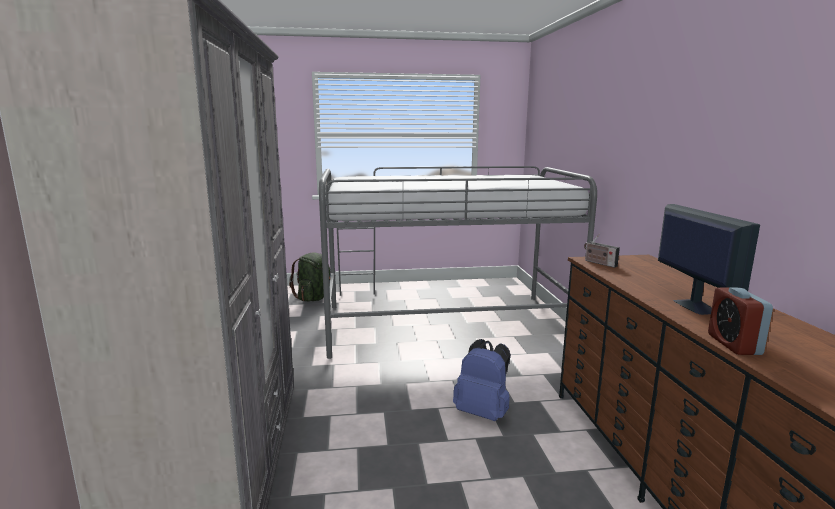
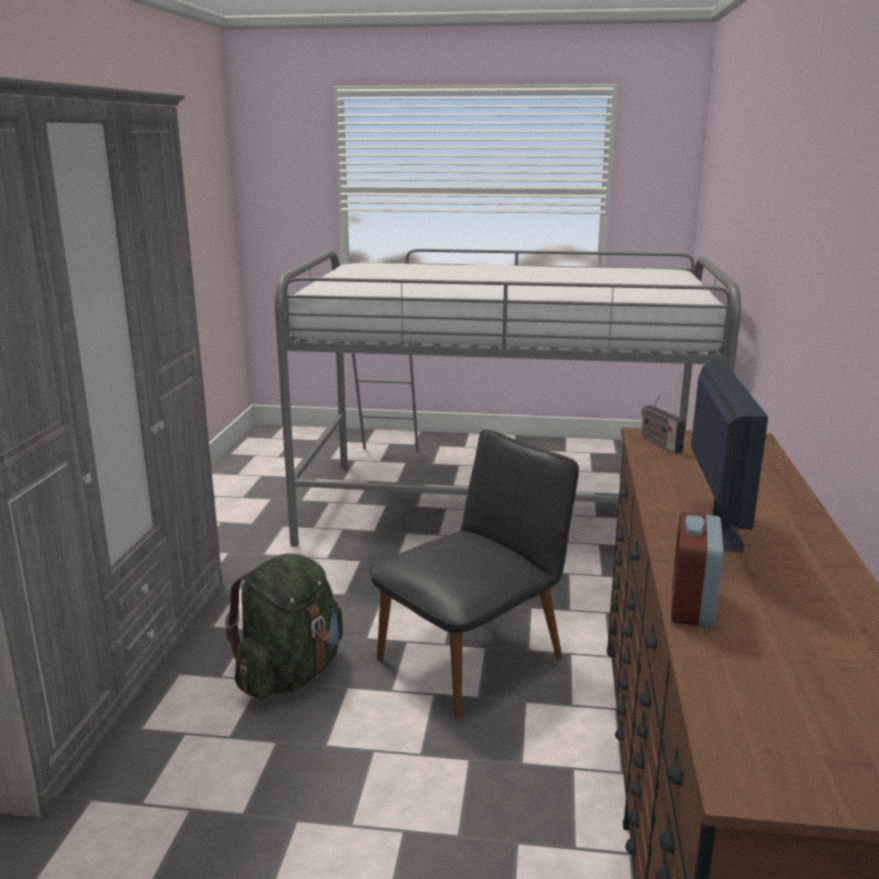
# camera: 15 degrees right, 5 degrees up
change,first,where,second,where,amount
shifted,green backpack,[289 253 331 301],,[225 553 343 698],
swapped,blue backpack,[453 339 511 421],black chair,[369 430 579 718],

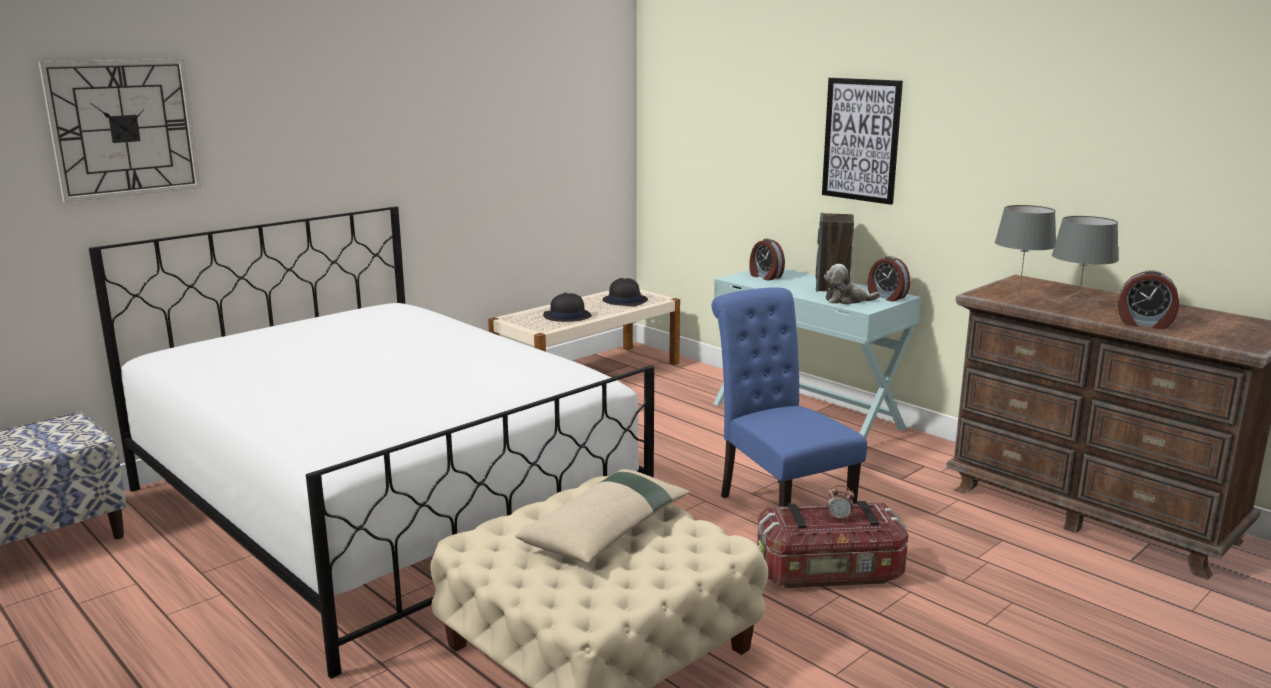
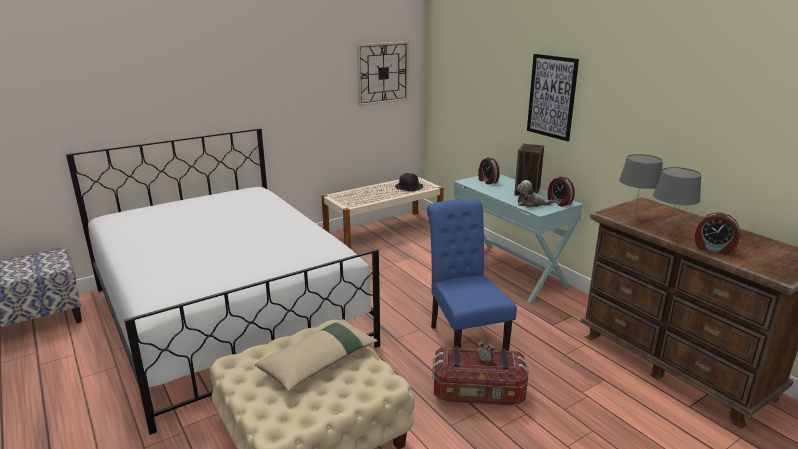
# camera: 10 degrees right, 5 degrees up
change,first,where,second,where,amount
shifted,wall clock,[38 59 201 202],,[357 41 409 106],
gone,black hat,[543 292 592 322],,,

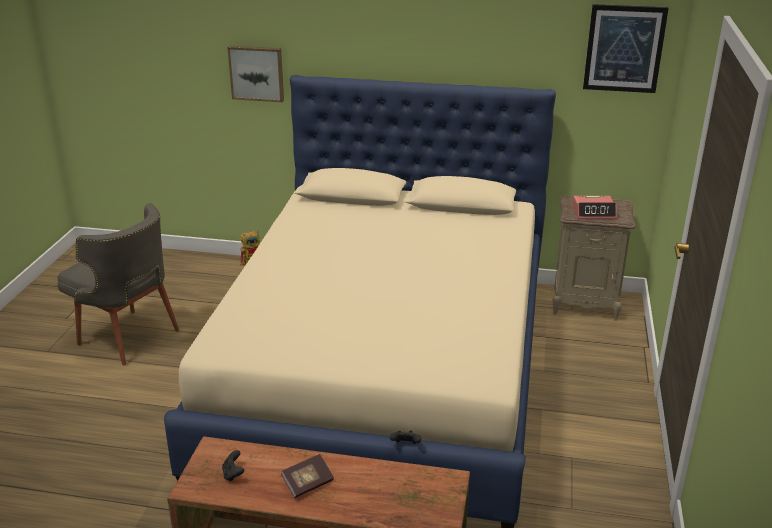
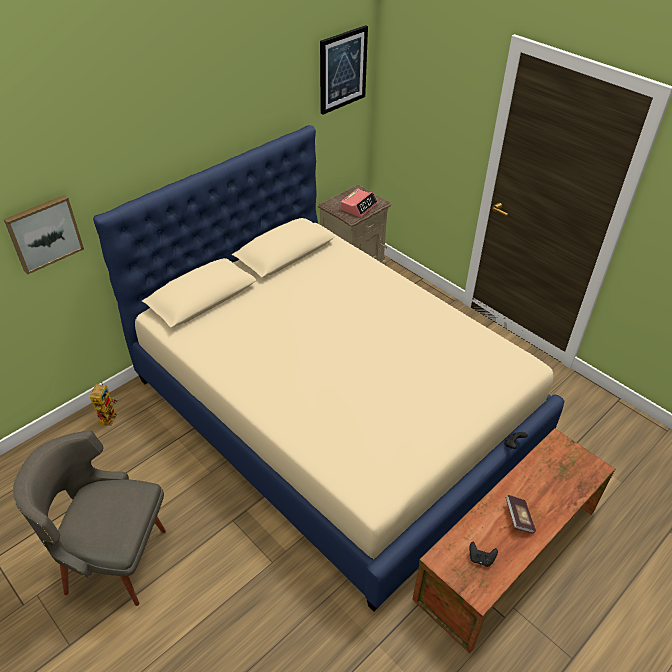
# camera: 55 degrees left, 15 degrees up
change,first,where,second,where,amount
rotated,grey chair,[57 203 179 366],,[13 430 166 606],150 degrees counterclockwise

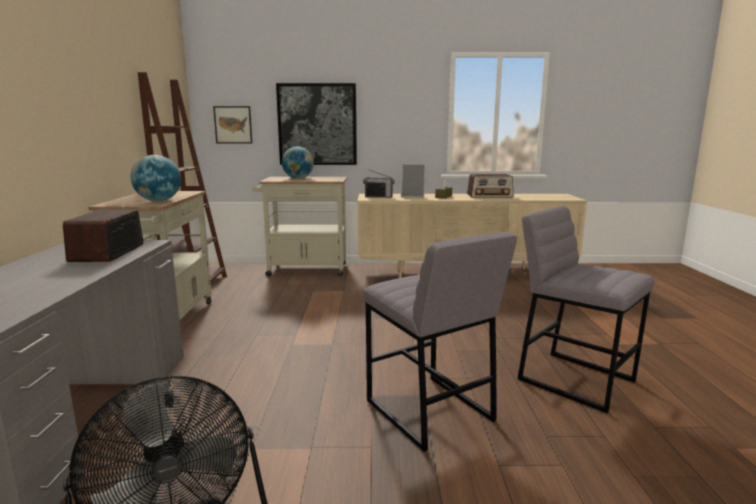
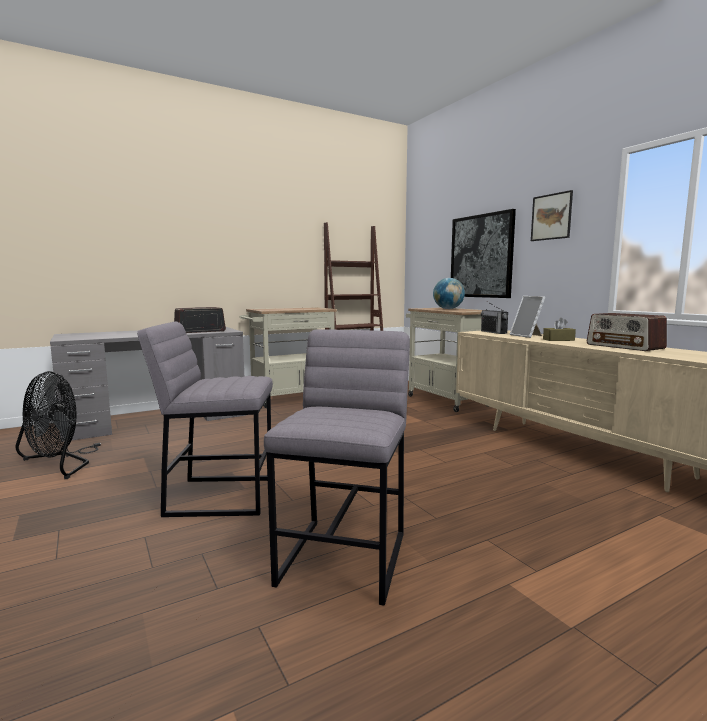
# camera: 60 degrees right, 5 degrees down
change,first,where,second,where,amount
gone,globe,[130 155 181 201],,,
shifted,picture,[213 106 252 144],,[531 190 573 241],
rotated,grey chair,[364 232 517 452],,[137 321 273 517],60 degrees clockwise

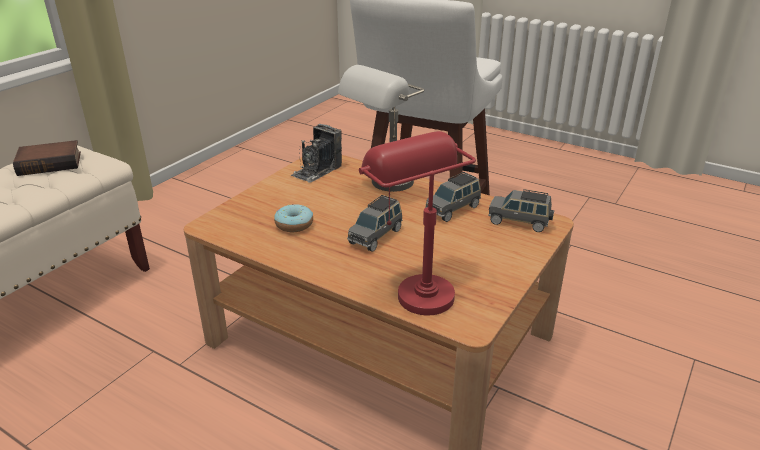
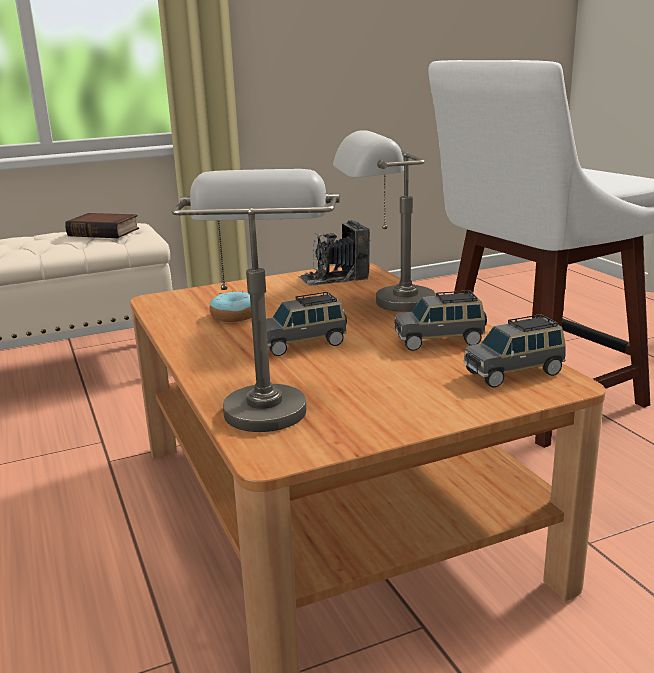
# camera: 35 degrees right, 10 degrees down
change,first,where,second,where,amount
repainted,red table lamp,[359 131 476 315],grey table lamp,[171 169 340 432],
rotated,grey toy car,[489 189 554 232],,[463 314 566 388],75 degrees counterclockwise

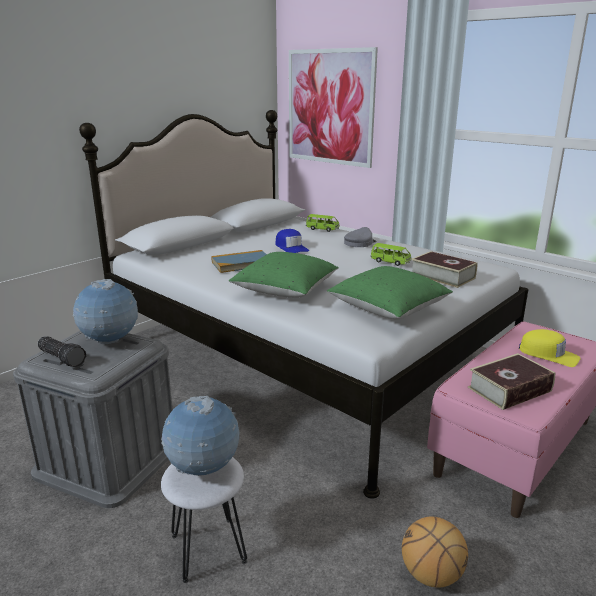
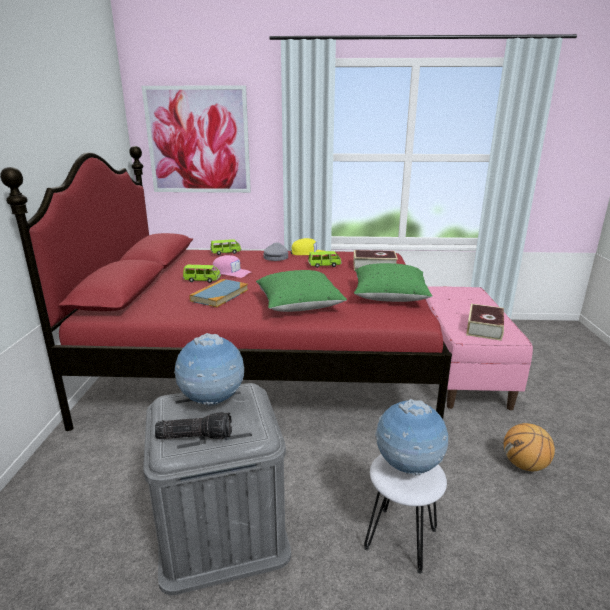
# camera: 40 degrees left, 0 degrees up
change,first,where,second,where,amount
repainted,white bed,[79 110 529 499],red bed,[0 146 452 431],
repainted,blue cap,[275 229 309 253],pink cap,[212 255 251 278],
shifted,yellow cap,[519 329 581 367],,[291 238 323 255],
new,,,green toy car,[183 265 221 283],

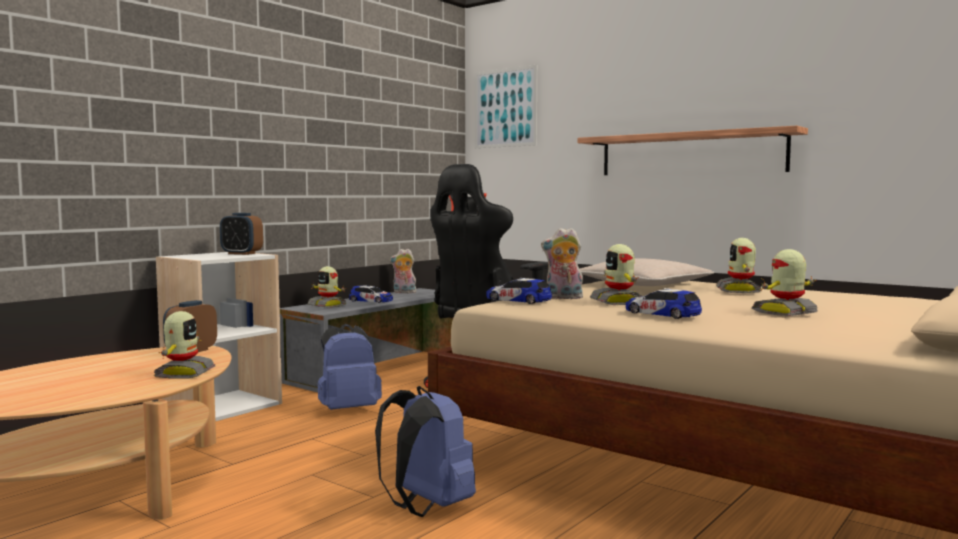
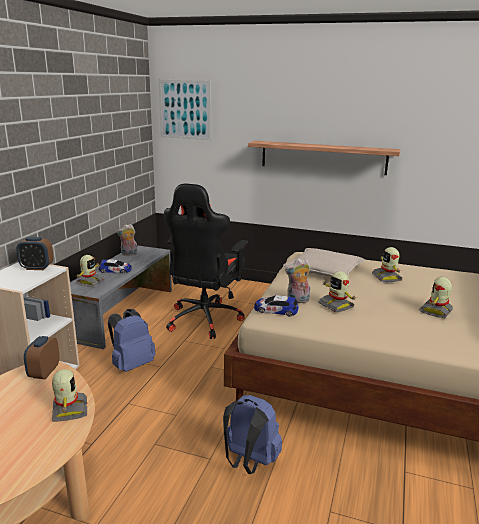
# camera: 20 degrees left, 15 degrees up
change,first,where,second,where,amount
rotated,toy robot,[307 266 346 308],,[76 255 105 287],90 degrees counterclockwise
gone,toy car,[626 288 702 319],,,

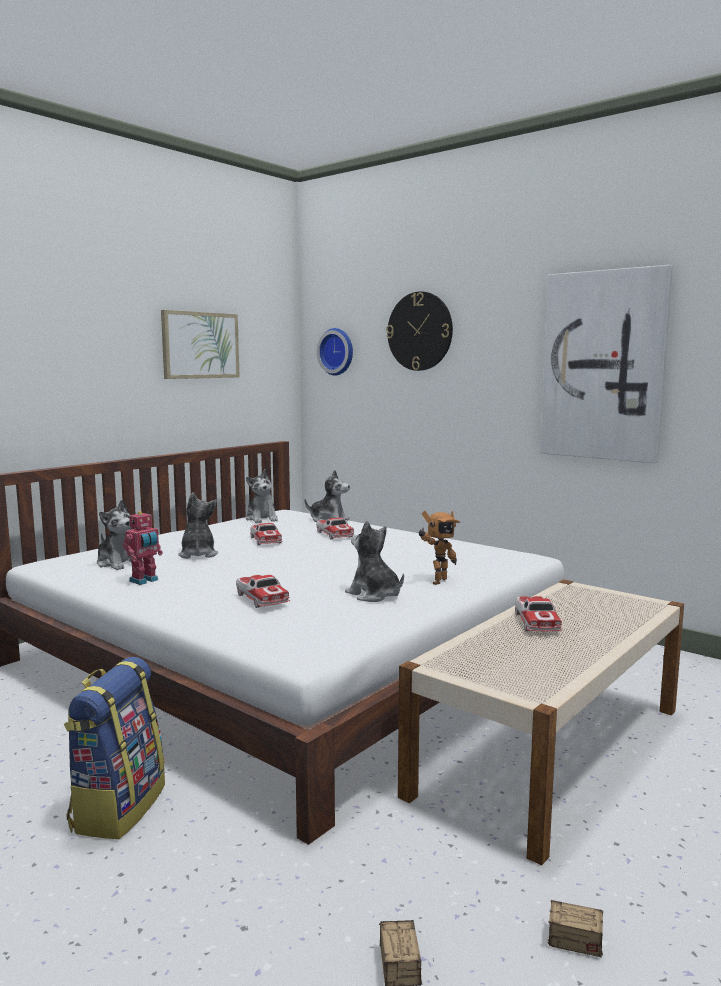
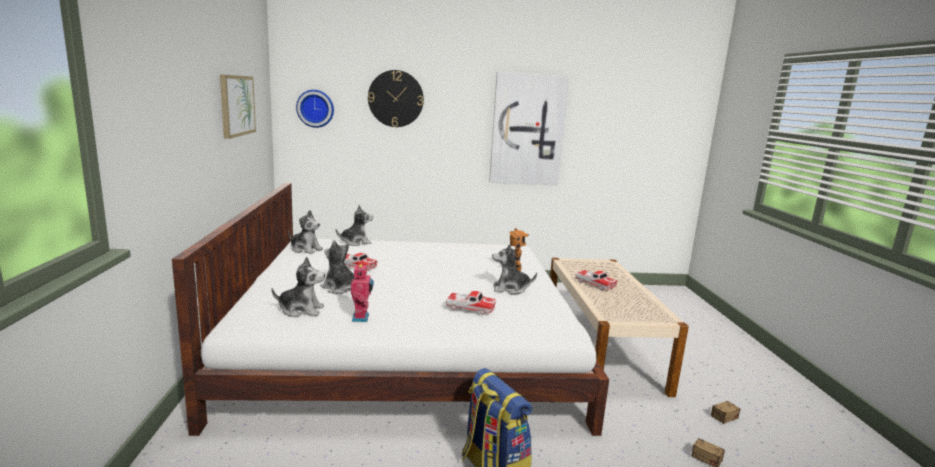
# camera: 45 degrees left, 5 degrees up
change,first,where,second,where,amount
gone,toy car,[316 518 354 540],,,

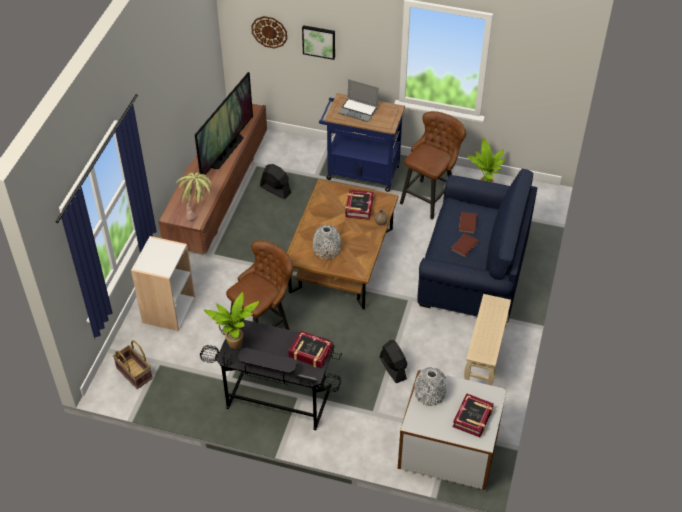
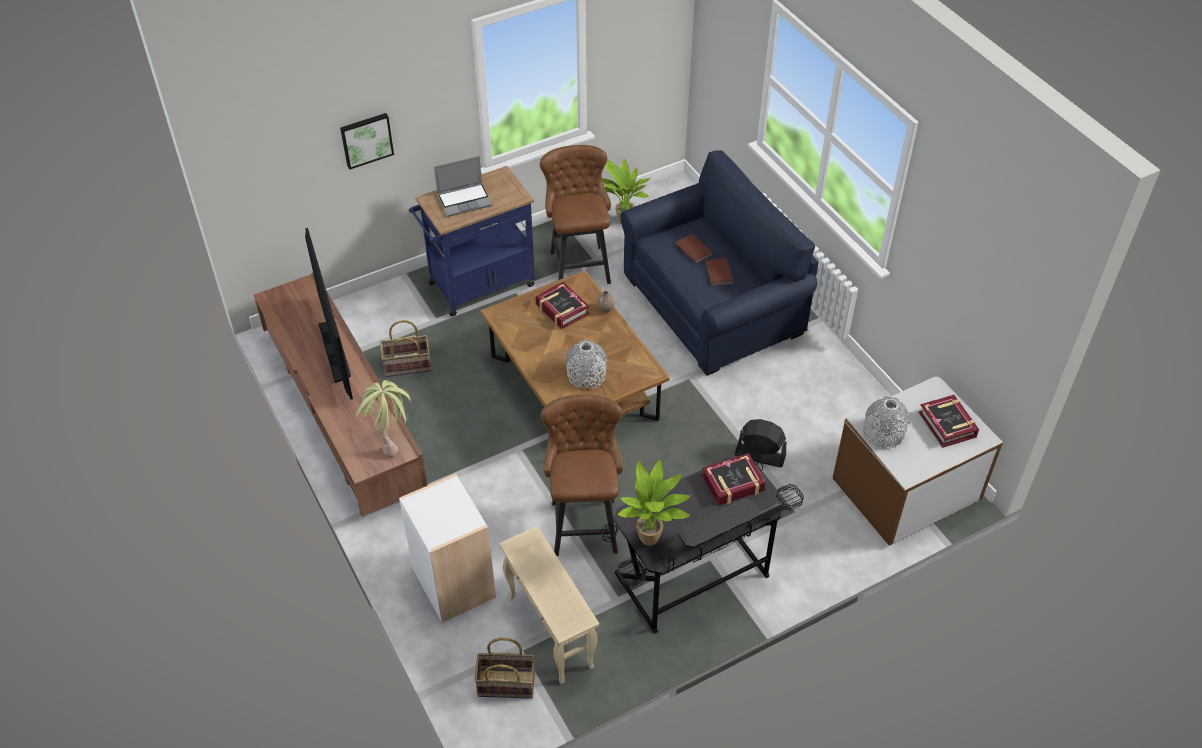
# camera: 45 degrees left, 0 degrees up
change,first,where,second,where,amount
gone,wall clock,[251 16 287 49],,,
swapped,black fan,[260 164 291 199],basket,[380 320 431 377],
shifted,beige side table,[464 294 511 385],,[499 526 599 684],

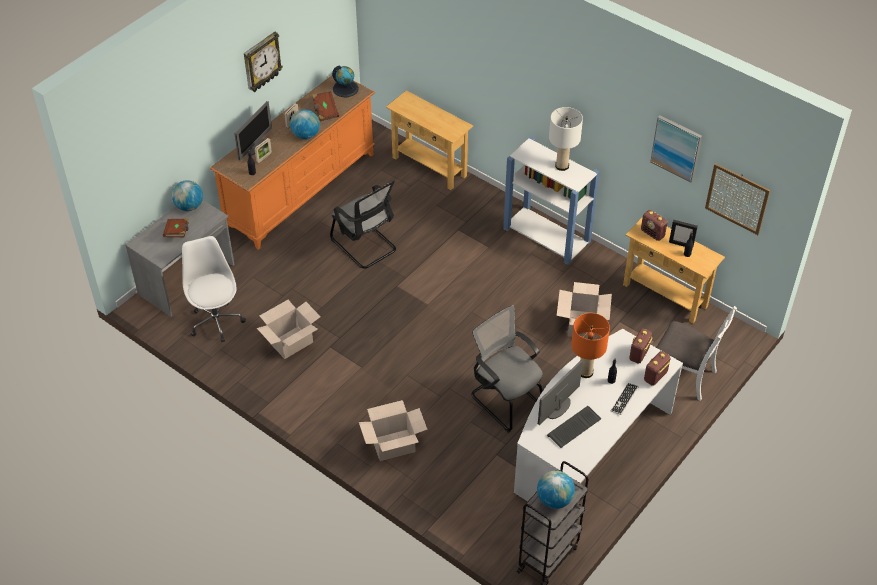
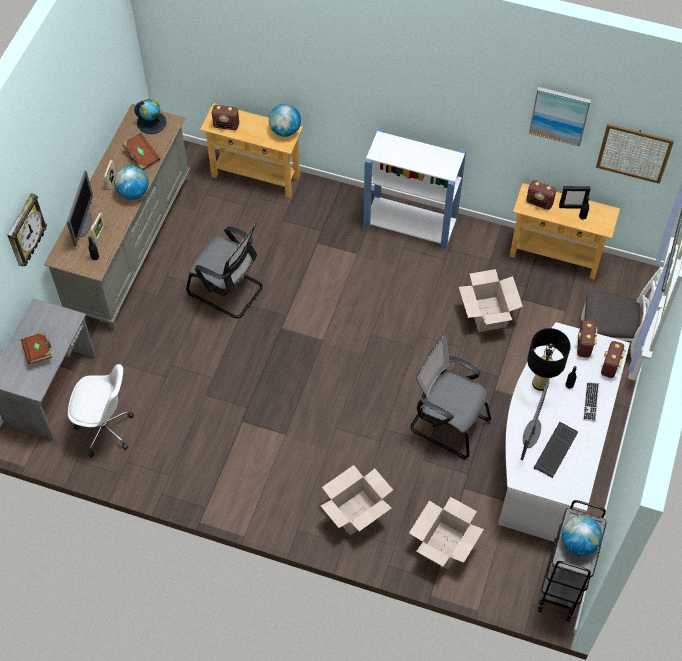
# camera: 20 degrees left, 10 degrees up
change,first,where,second,where,amount
shifted,globe,[172 180 203 211],,[269 104 301 137],
rotated,white office chair,[182 236 246 342],,[68 364 134 457],135 degrees clockwise
repainted,orange cabinet,[210 75 375 250],grey cabinet,[44 104 190 330],
shifted,wall clock,[244 32 283 92],,[7 193 47 267],
shifted,cardboard box,[257 300 321 359],,[409 497 484 569],
gone,white table lamp,[549 107 583 171],,,
repainted,orange table lamp,[571 313 610 378],black table lamp,[527 328 571 391],
new,,,radio,[212 105 239 130],

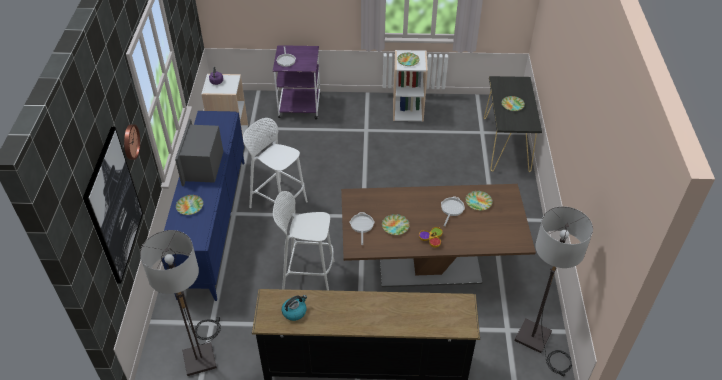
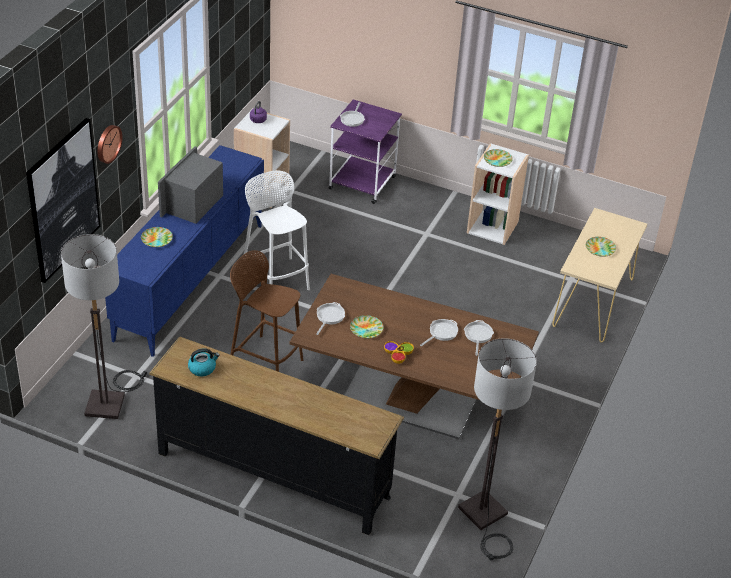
# camera: 20 degrees right, 5 degrees down
change,first,where,second,where,amount
repainted,white stool,[273 191 334 291],brown stool,[230 250 303 372],
swapped,plate,[466 191 493 211],frying pan,[464 320 494 356],
repainted,black console table,[484 76 542 172],beige console table,[552 208 647 342],

